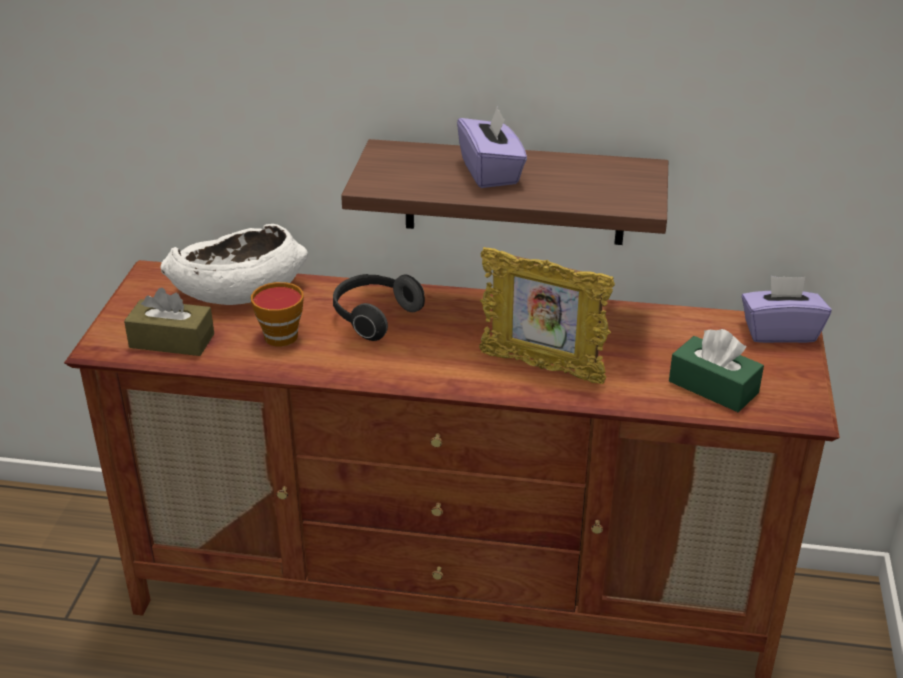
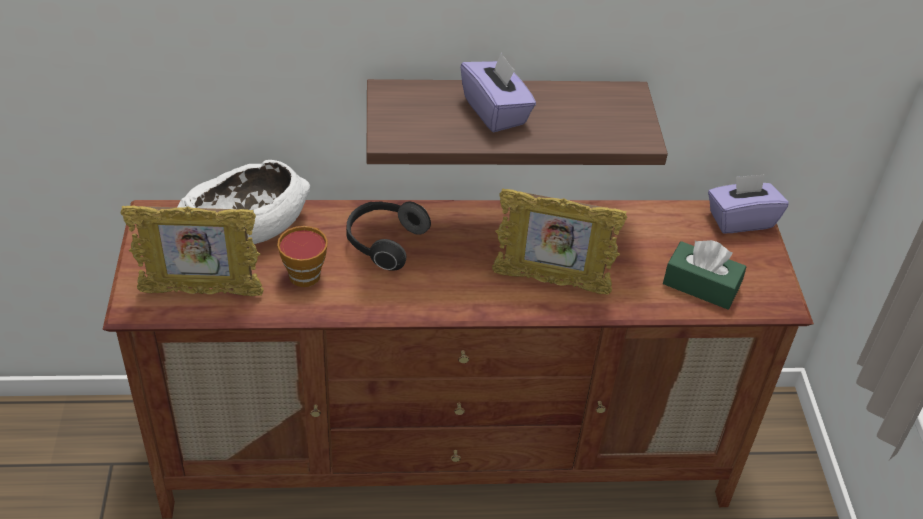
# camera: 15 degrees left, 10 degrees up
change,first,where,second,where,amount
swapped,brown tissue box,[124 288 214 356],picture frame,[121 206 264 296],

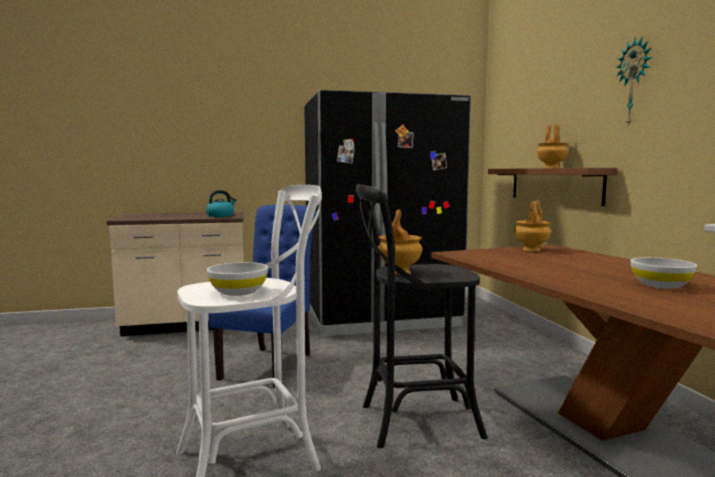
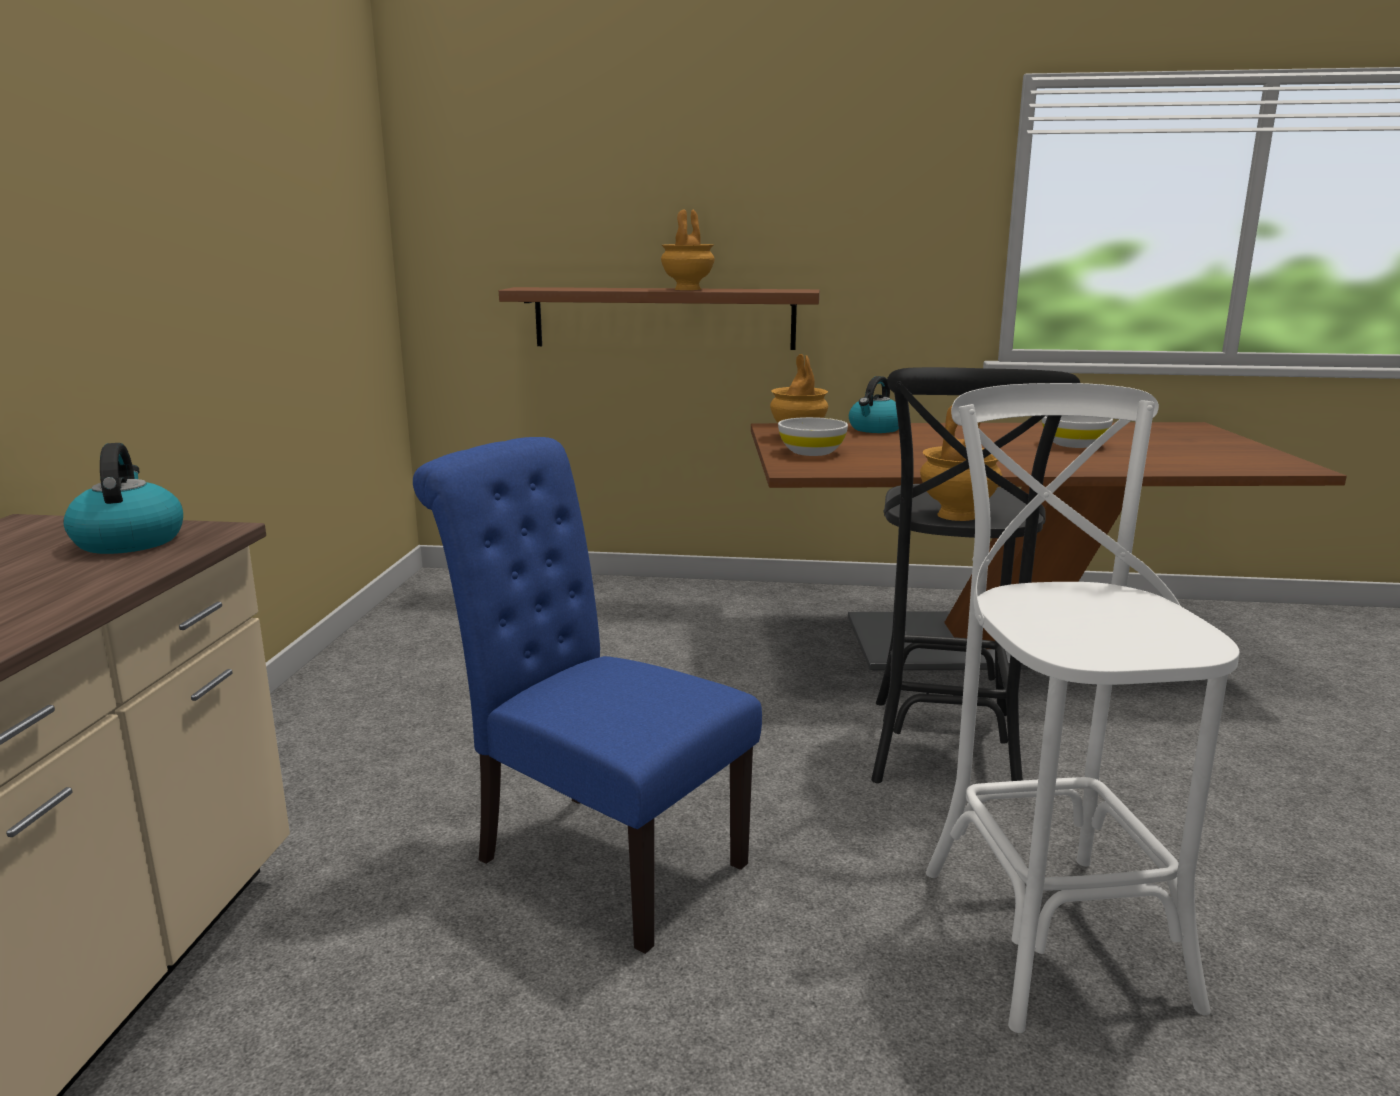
# camera: 70 degrees left, 10 degrees up
change,first,where,second,where,amount
shifted,white bowl,[207 262 268 296],,[778 417 848 456],
gone,black fridge,[304 90 471 336],,,
gone,wall clock,[616 38 652 127],,,
new,,,kettle,[849 376 899 433],

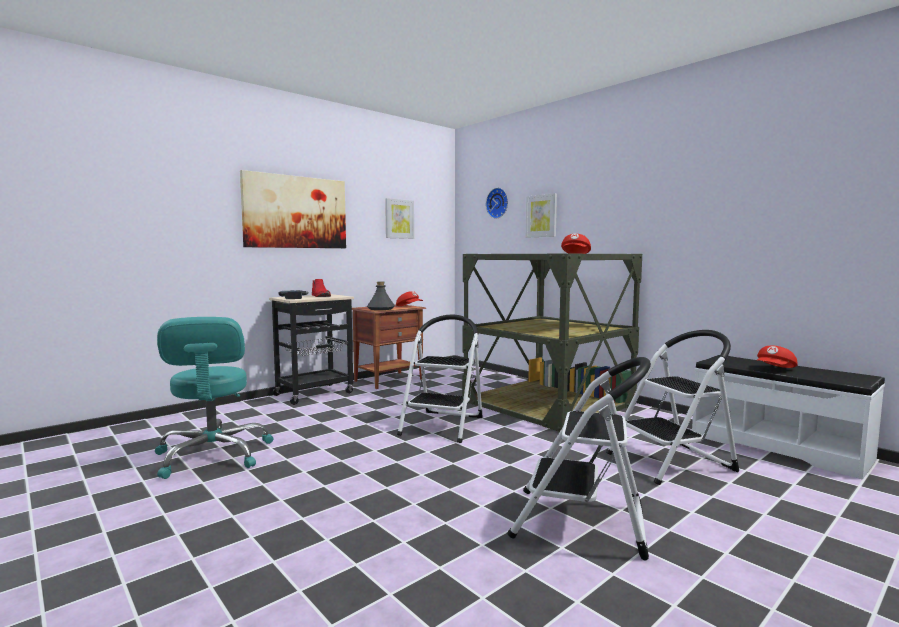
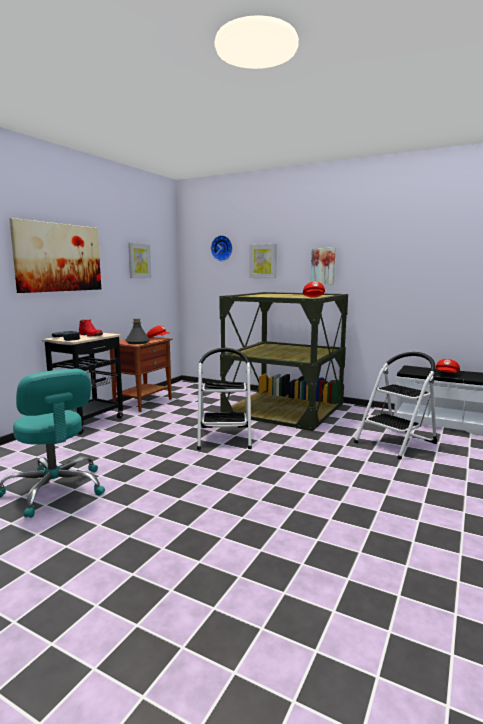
# camera: 20 degrees left, 5 degrees up
change,first,where,second,where,amount
gone,step ladder,[507 357 651 560],,,
new,,,picture,[311 248 336 284],

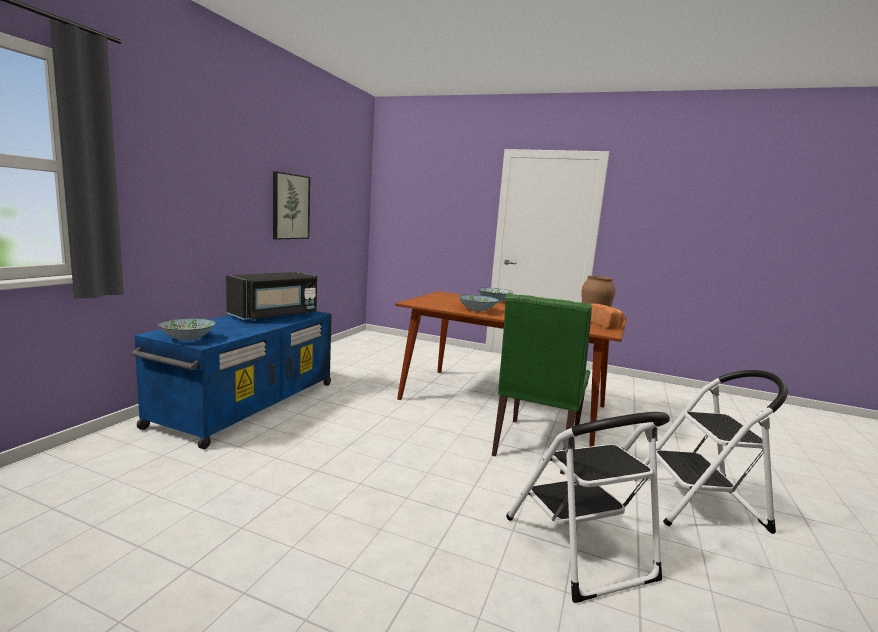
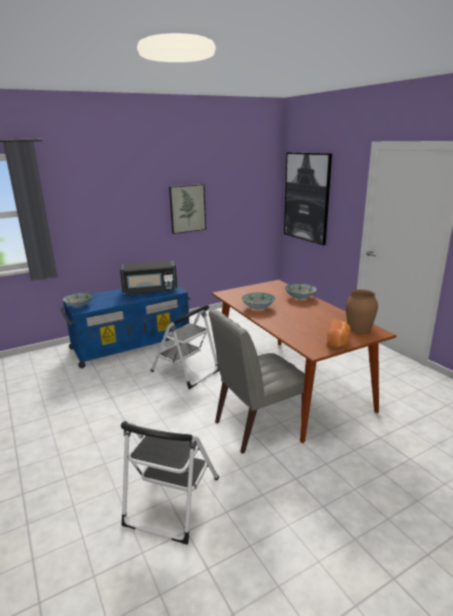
# camera: 40 degrees right, 10 degrees up
change,first,where,second,where,amount
repainted,green chair,[492 294 592 474],grey chair,[208 309 305 454],
shifted,step ladder,[643 370 788 534],,[151 305 219 389],
new,,,picture,[284 152 332 245],

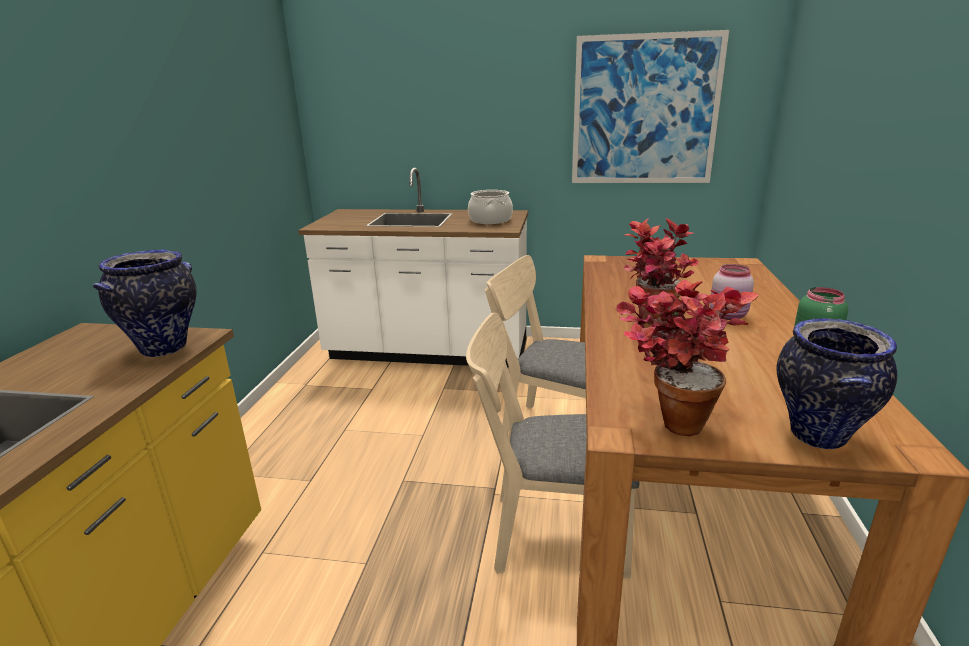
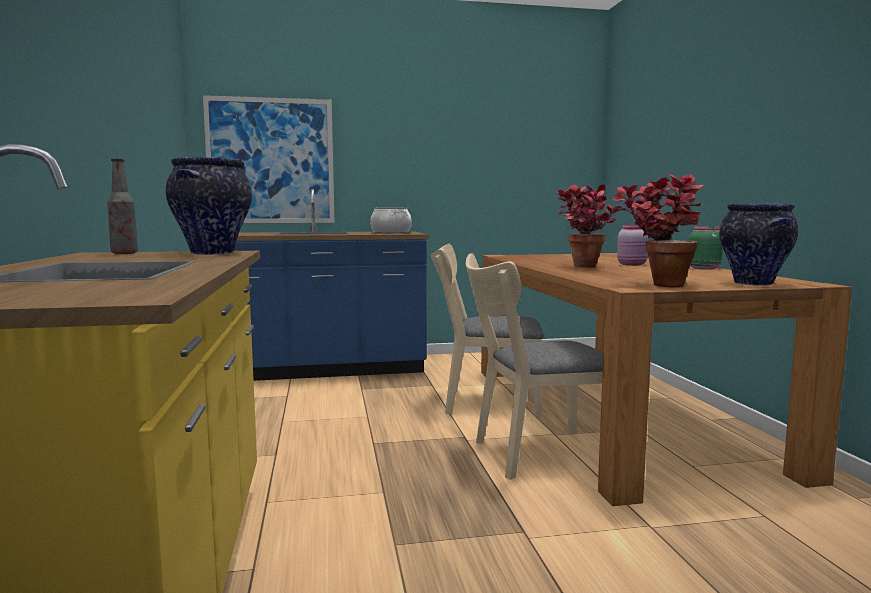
# camera: 20 degrees left, 15 degrees down
change,first,where,second,where,amount
repainted,white counter,[298 168 528 368],blue counter,[234 189 429 381],
shifted,picture,[572 30 729 183],,[203 95 335 223],
new,,,bottle,[107 158 138 254],

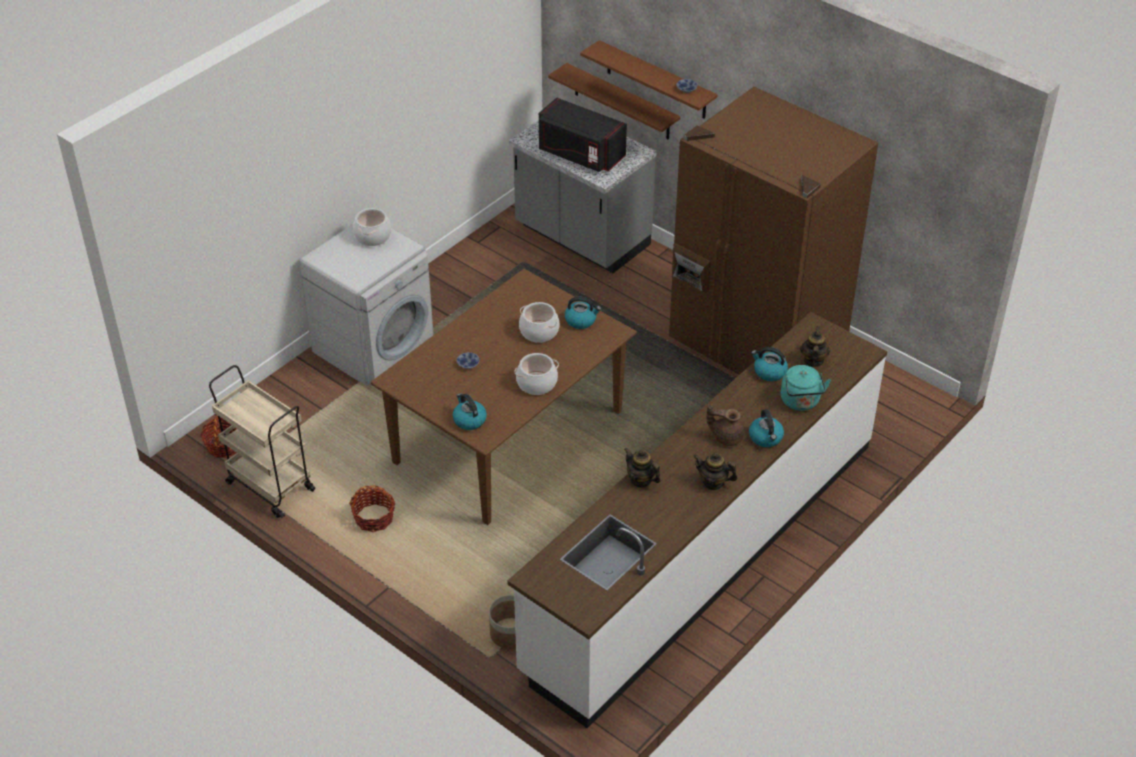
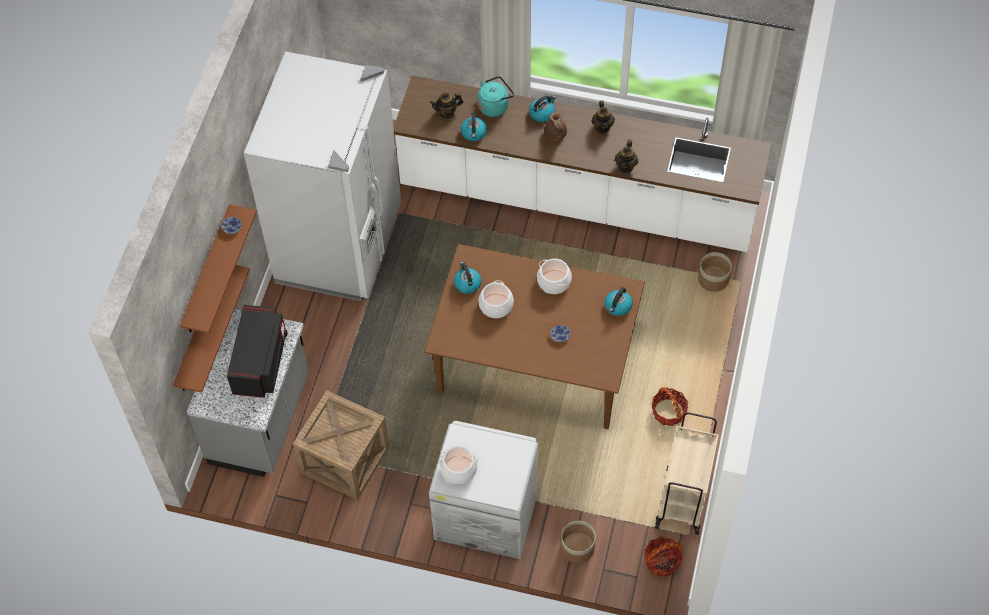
# camera: 115 degrees left, 15 degrees up
change,first,where,second,where,amount
repainted,brown fridge,[669 87 878 375],white fridge,[244 51 401 301],
new,,,crate,[293 390 389 500],
new,,,planter,[561 521 596 563],

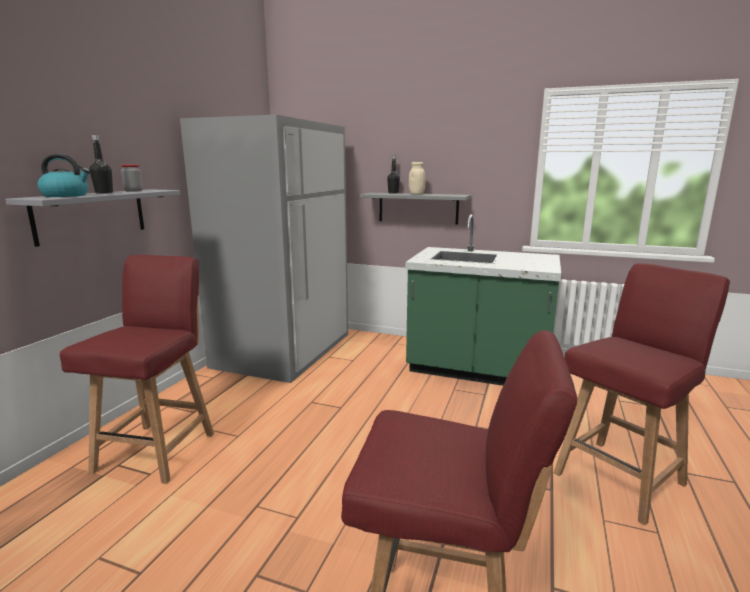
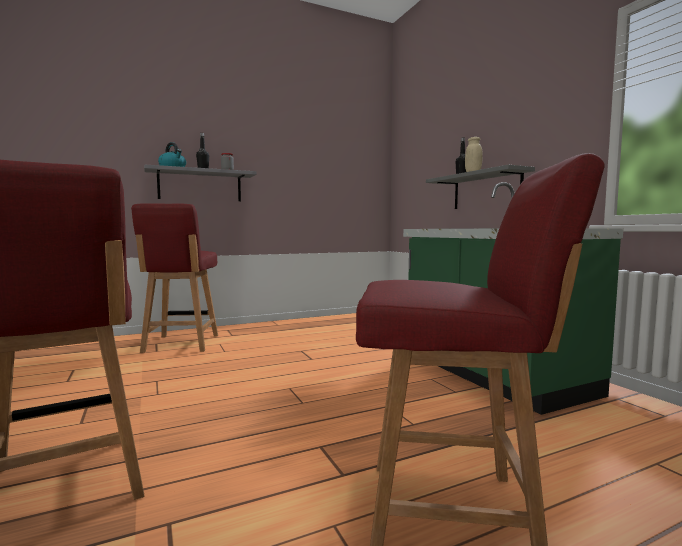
# camera: 45 degrees right, 10 degrees down
change,first,where,second,where,amount
rotated,red chair,[60 255 214 484],,[131 203 218 353],120 degrees clockwise
gone,grey fridge,[180 115 348 383],,,

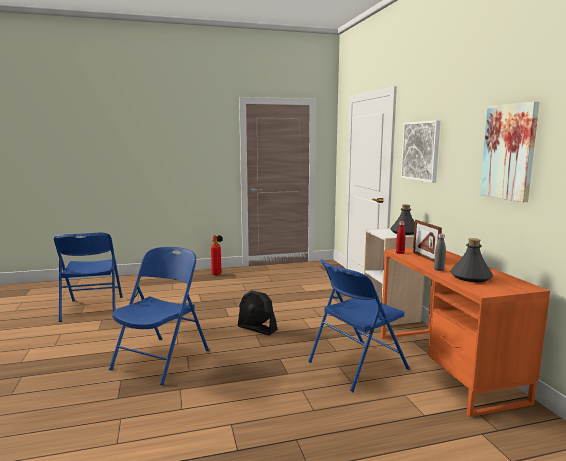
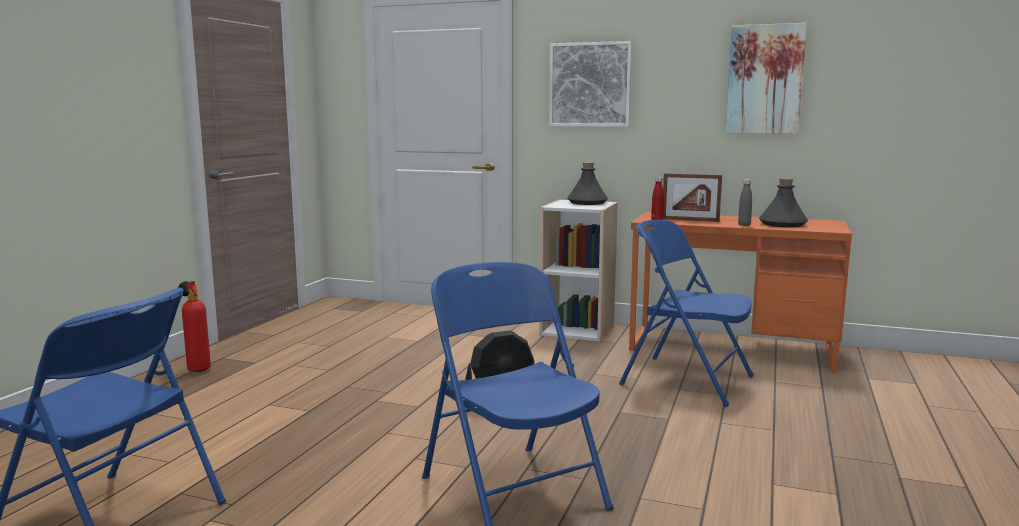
# camera: 55 degrees left, 0 degrees up
change,first,where,second,where,amount
rotated,blue chair,[308 259 410 393],,[619 219 754 407],120 degrees clockwise

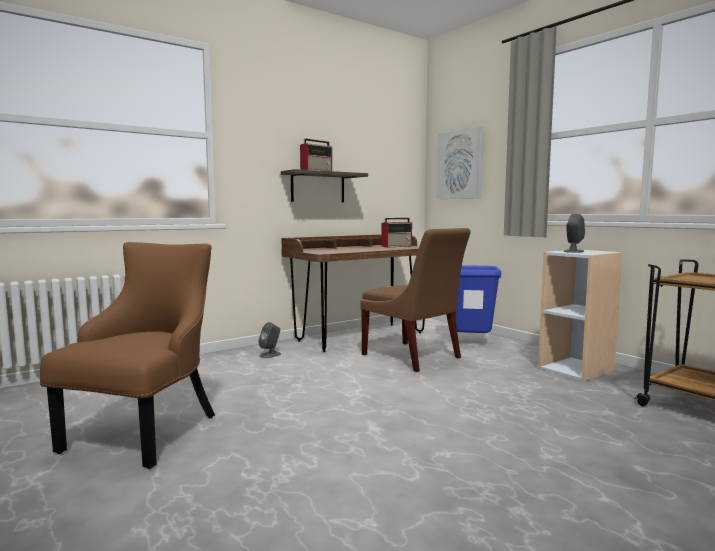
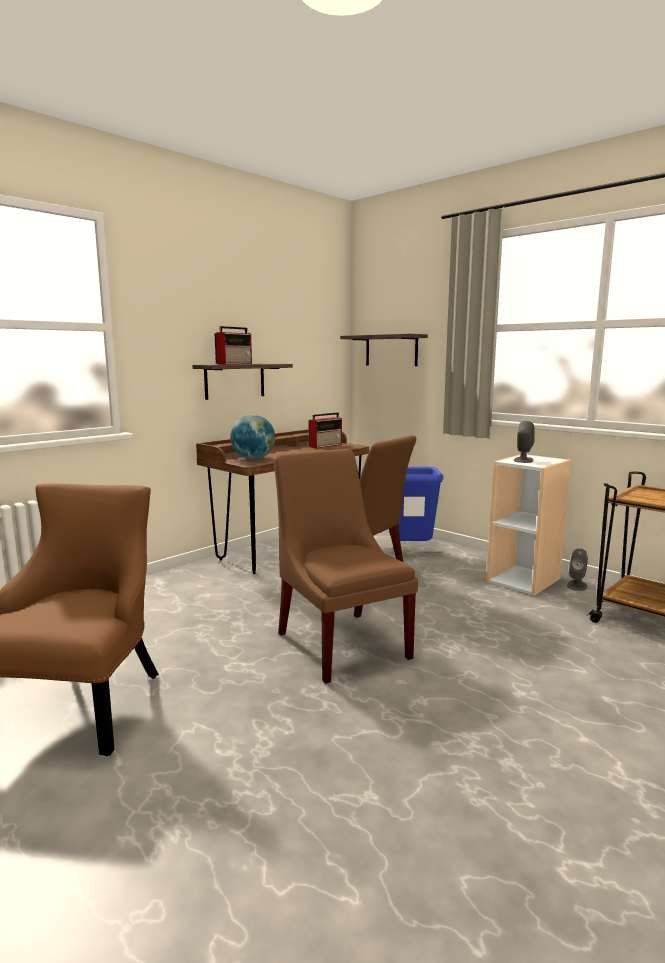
# camera: 10 degrees left, 5 degrees up
change,first,where,second,where,amount
shifted,grey speaker,[258 322 281 358],,[567 548 588 591],
swapped,picture,[437 127 483 199],shelf,[340 334 428 366],
new,,,globe,[230 415 275 460],
new,,,brown chair,[274 449 418 684],

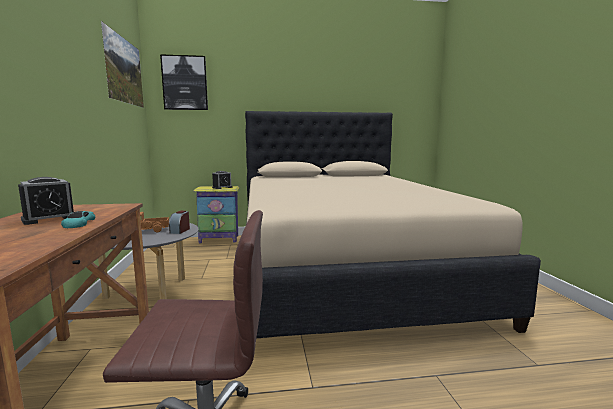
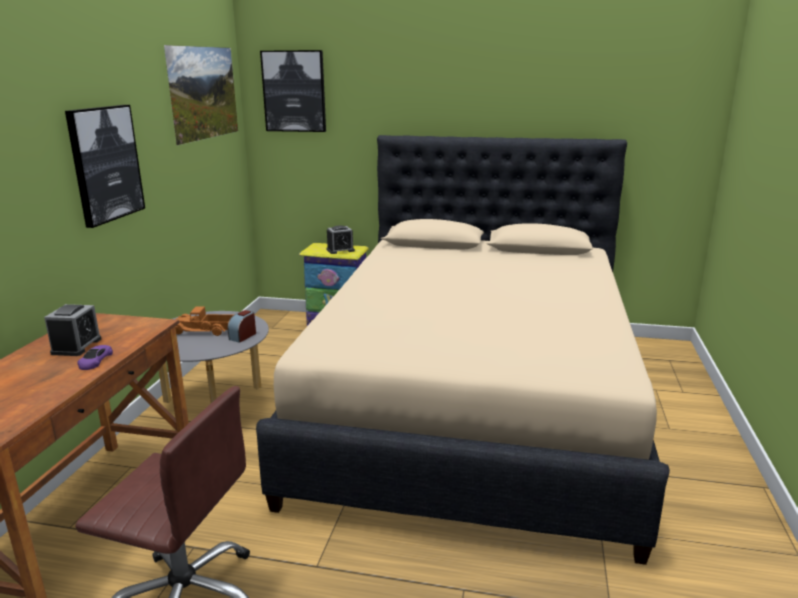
# camera: 20 degrees right, 10 degrees up
change,first,where,second,where,amount
rotated,alarm clock,[18 177 74 225],,[44 304 101 356],60 degrees counterclockwise
repainted,turquoise toy car,[61 211 95 228],purple toy car,[77 345 113 370],
new,,,picture,[65 105 145 228],

